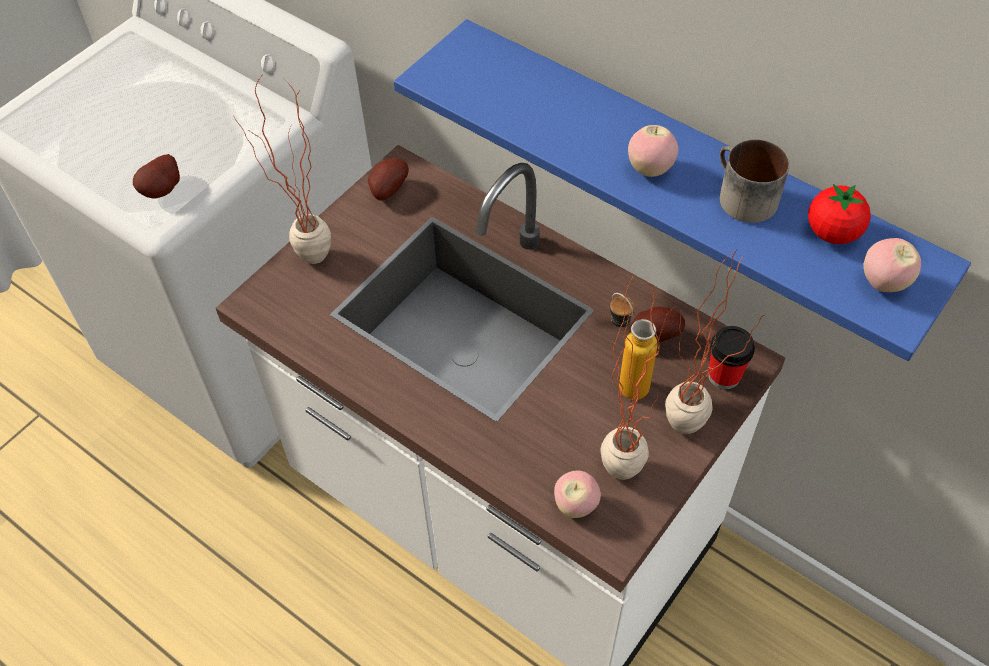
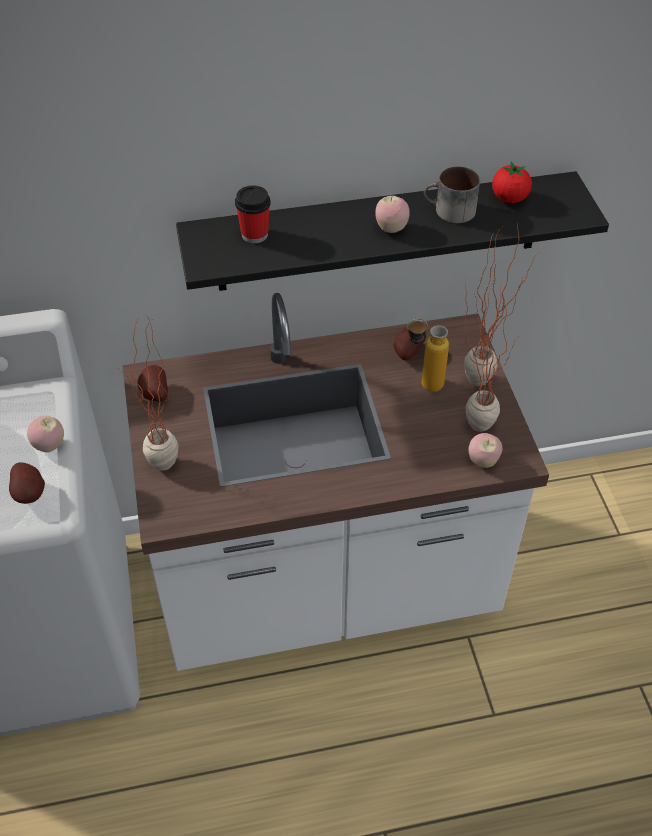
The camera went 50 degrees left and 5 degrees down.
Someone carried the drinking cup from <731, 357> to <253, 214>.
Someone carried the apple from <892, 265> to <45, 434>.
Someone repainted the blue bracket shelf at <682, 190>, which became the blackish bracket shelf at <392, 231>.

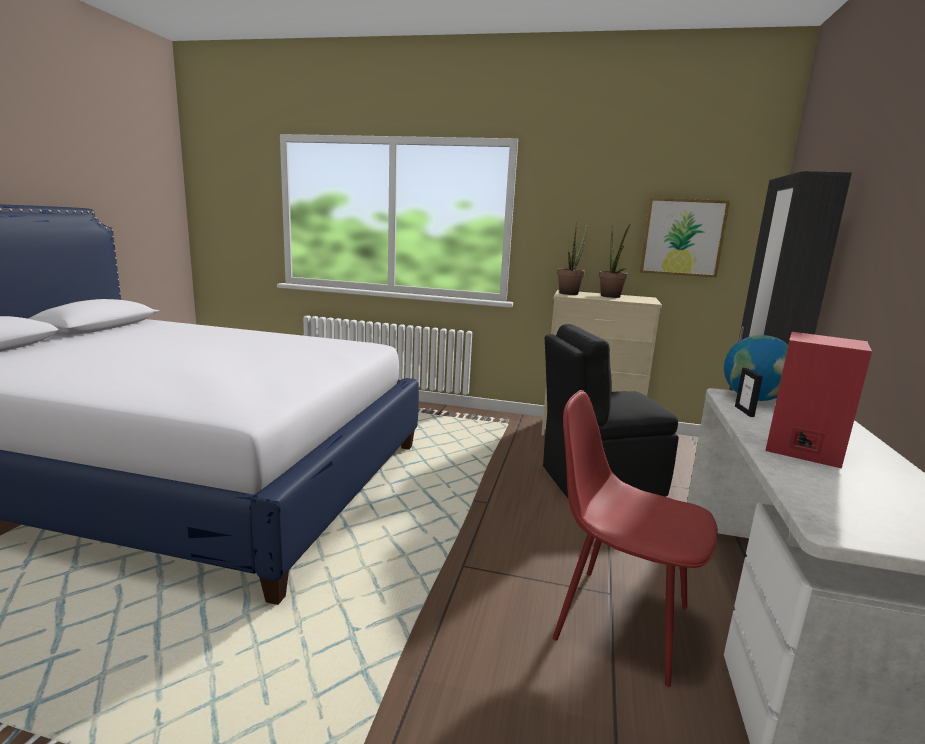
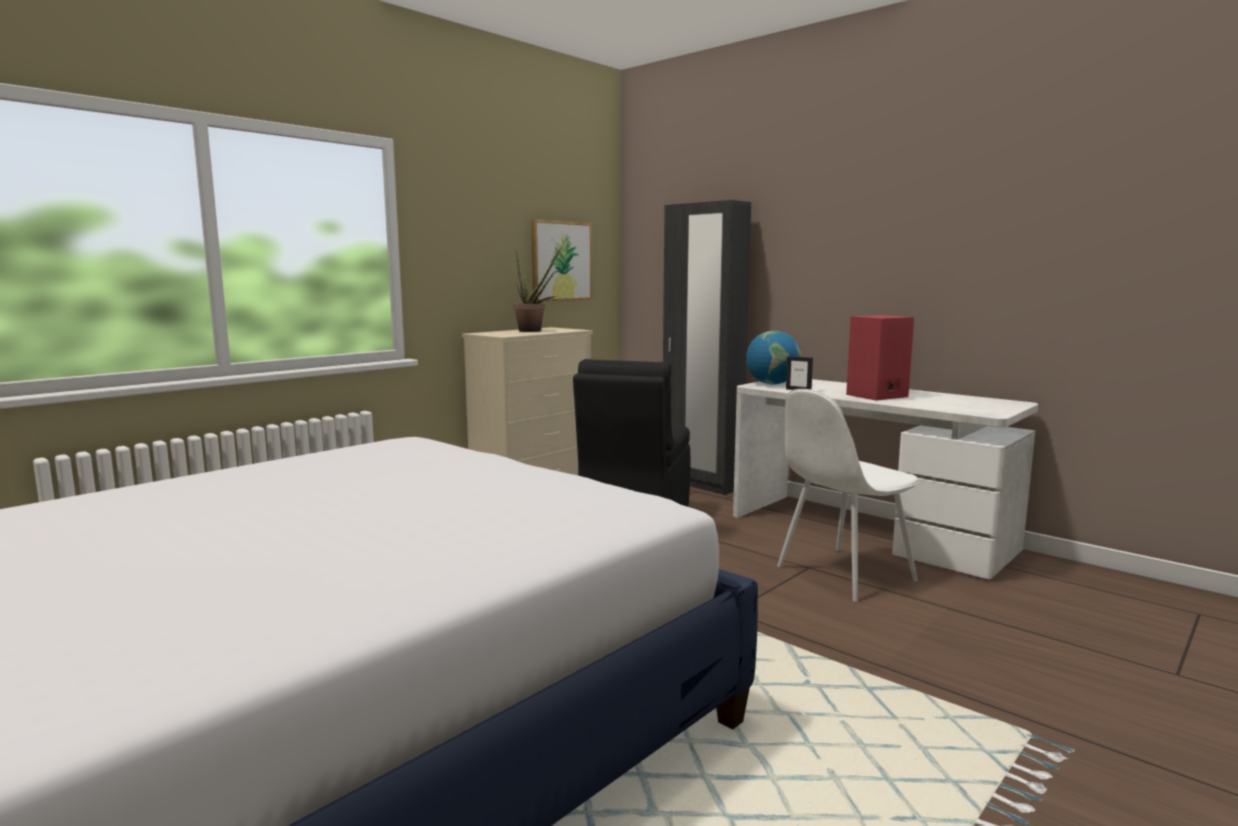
The camera went 60 degrees left and 5 degrees down.
Someone took away the potted plant at <572, 258>.
Someone repainted the red-coloured chair at <635, 538>, which became the whitish chair at <848, 495>.

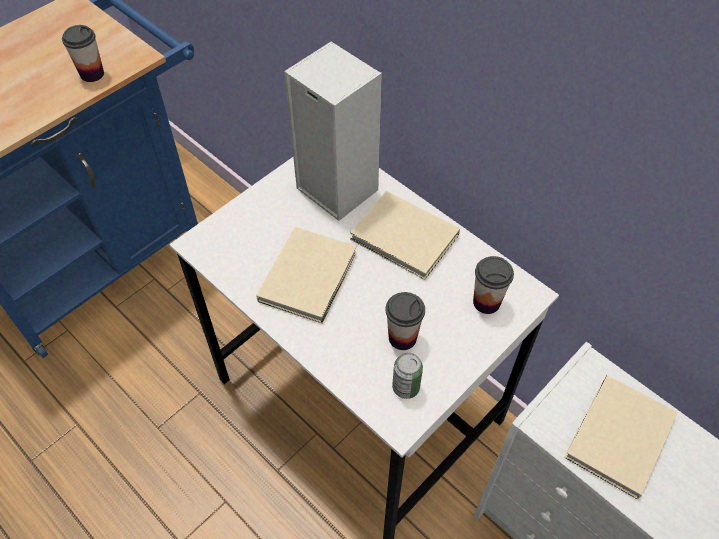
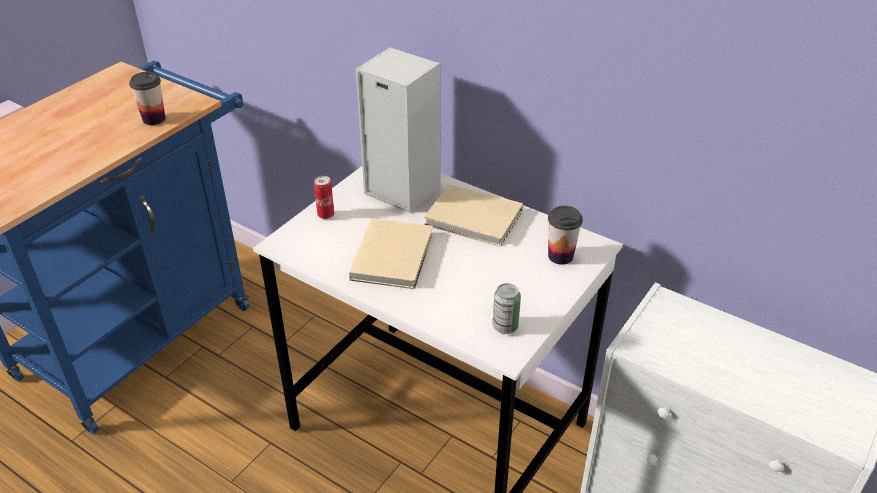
The camera went 10 degrees left and 15 degrees down.
Someone took away the drinking cup at <405, 321>.
Someone took away the sand-coloured bound book at <621, 437>.
Someone put down the sealed can at <324, 197>.

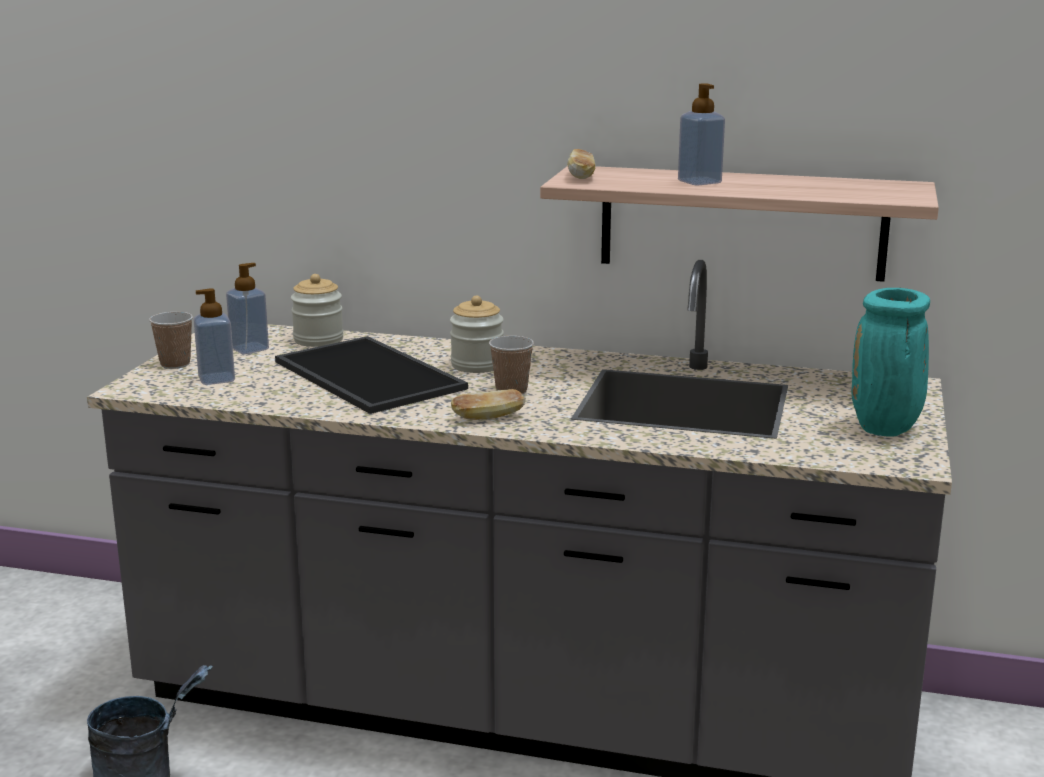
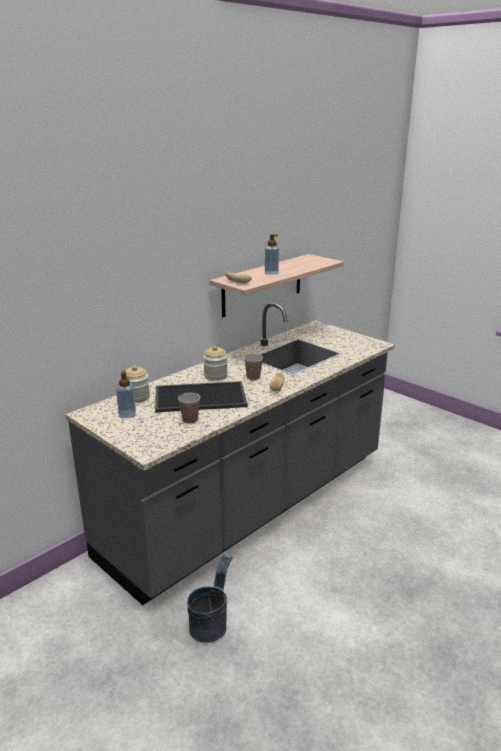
The camera went 60 degrees left and 5 degrees up.
Someone took away the soap dispenser at <214, 337>.
Someone took away the blue-green decorative vase at <891, 362>.
Someone carried the drinking cup from <171, 340> to <189, 408>.

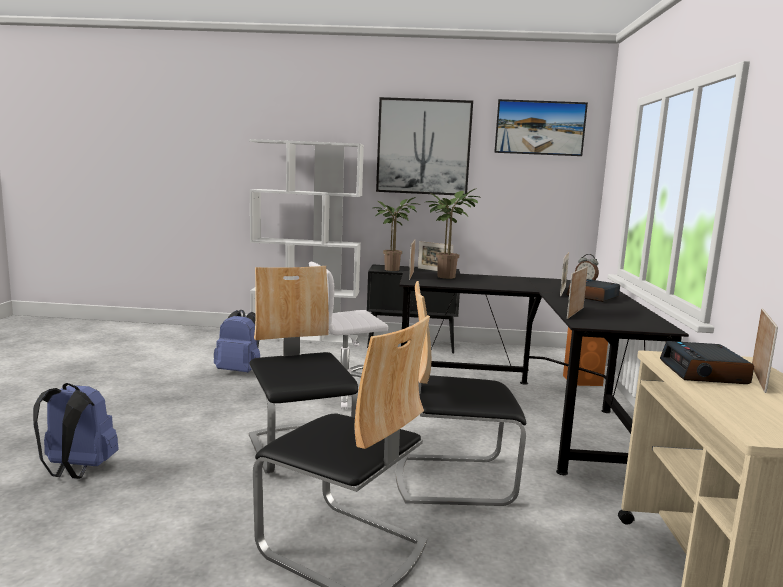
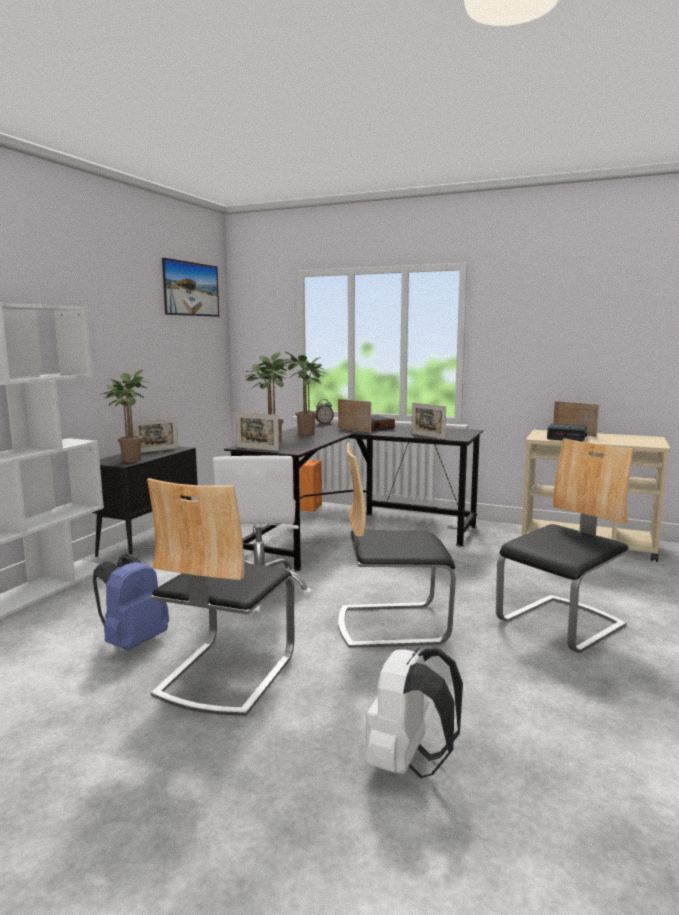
The camera went 70 degrees left and 0 degrees up.
Someone took away the wall art at <424, 146>.
Someone put down the potted plant at <304, 393>.
Someone carried the chair from <461, 393> to <220, 597>.
Someone repainted the blue backpack at <76, 431>, which became the whitish backpack at <413, 713>.

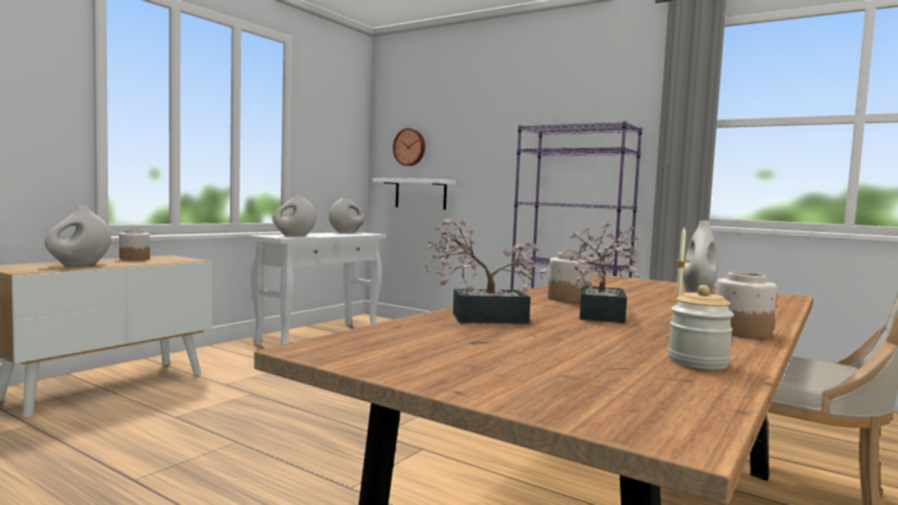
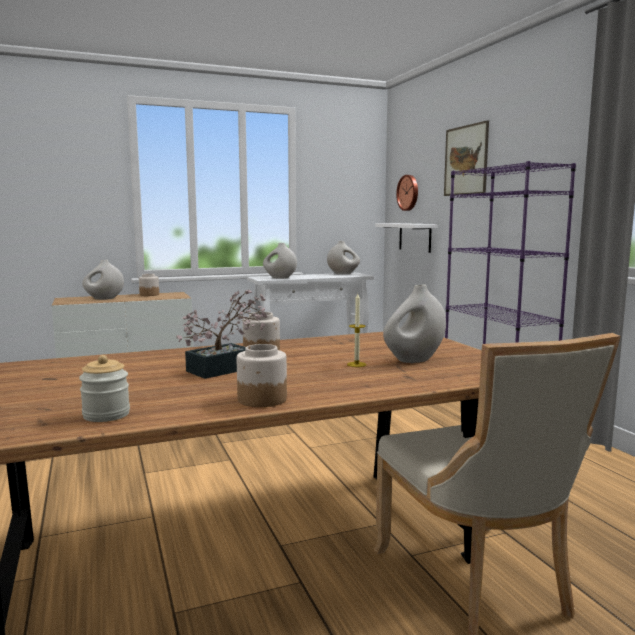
The camera went 35 degrees right and 5 degrees up.
Someone took away the potted plant at <486, 270>.
Someone put up the wall art at <466, 158>.

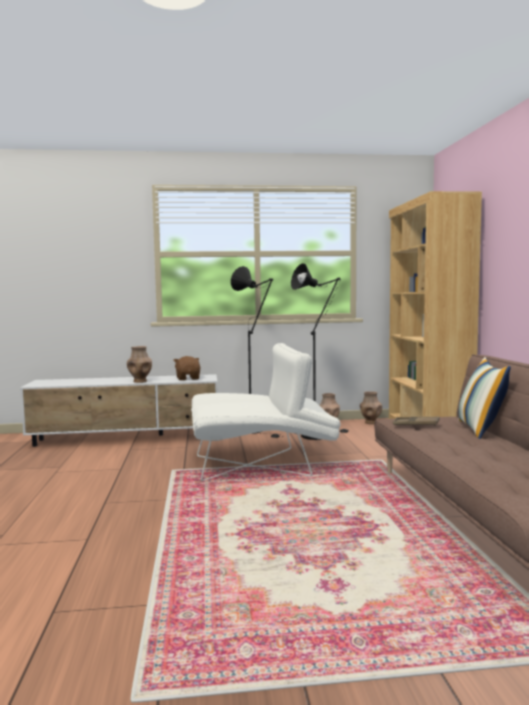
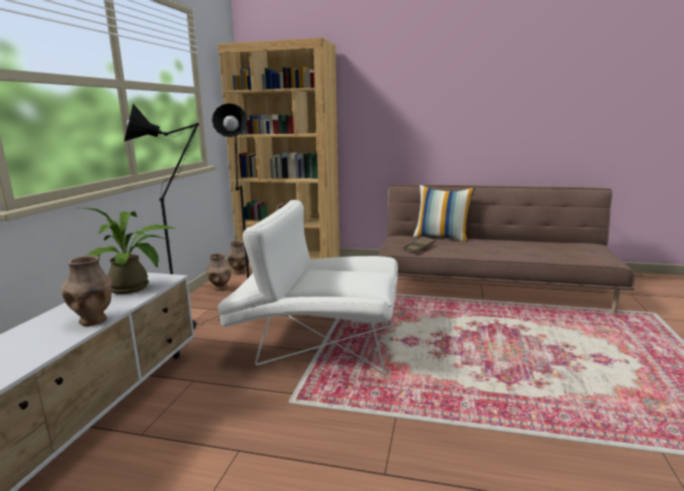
The camera went 70 degrees left and 10 degrees up.
Someone swapped the brownish plush toy at <187, 368> for the potted plant at <128, 251>.
Someone rotated the whitish easy chair at <265, 412> by 90 degrees counterclockwise.

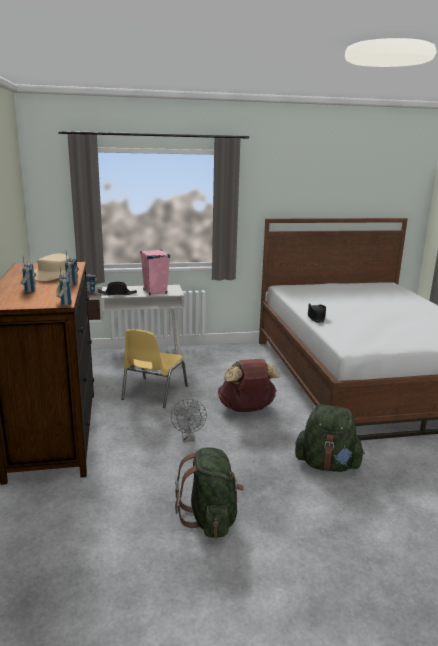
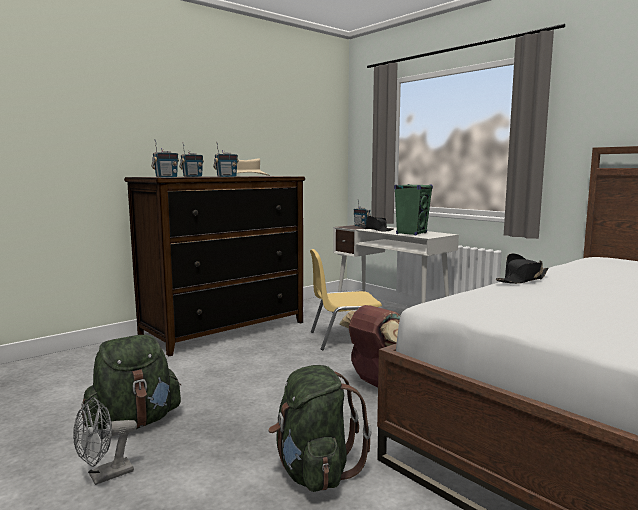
The camera went 60 degrees right and 10 degrees down.
Someone carried the grey electric fan from <189, 420> to <105, 441>.
Someone repainted the pink-coloured loudspeaker at <155, 272>, which became the greenish loudspeaker at <413, 209>.

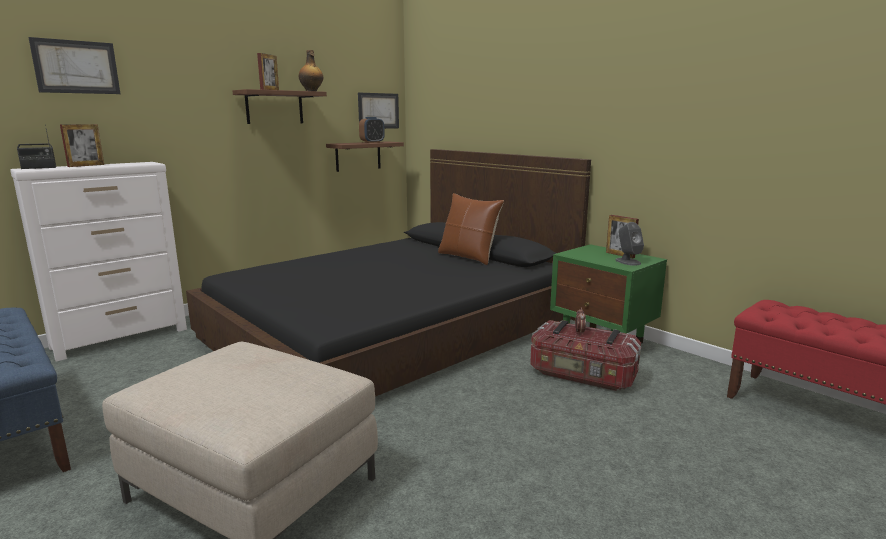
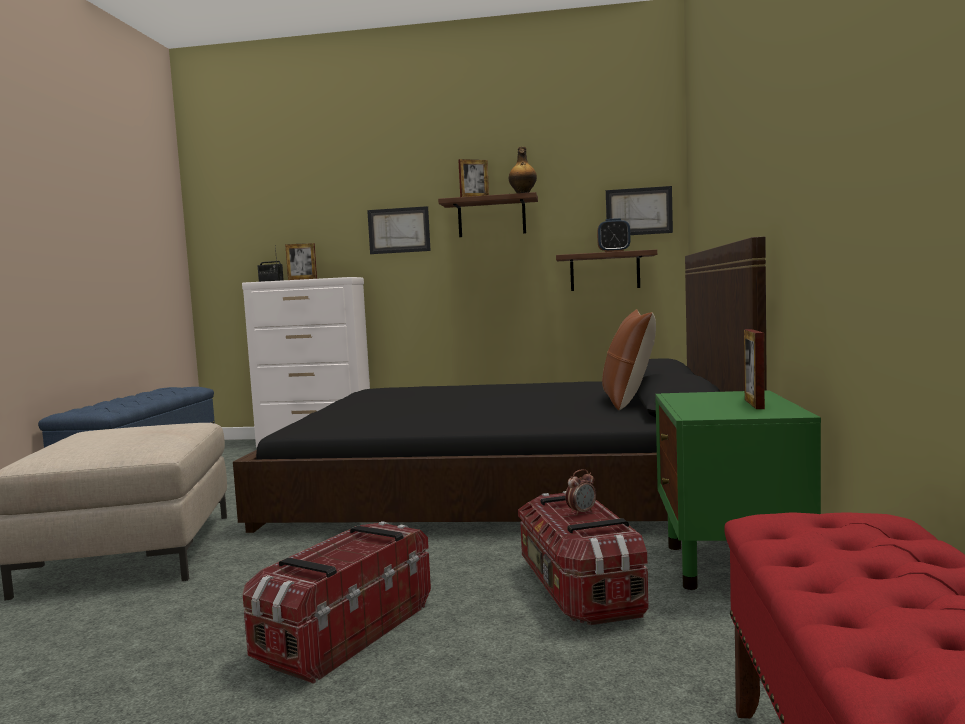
The camera went 50 degrees right and 10 degrees down.
Someone took away the grey loudspeaker at <630, 244>.
Someone put down the storage container at <337, 602>.
Someone carried the wall art from <74, 65> to <399, 230>.

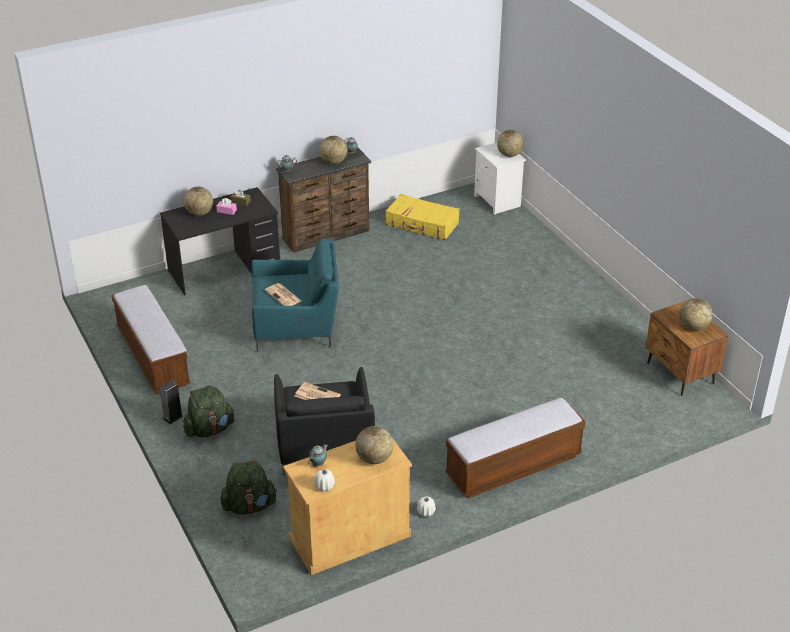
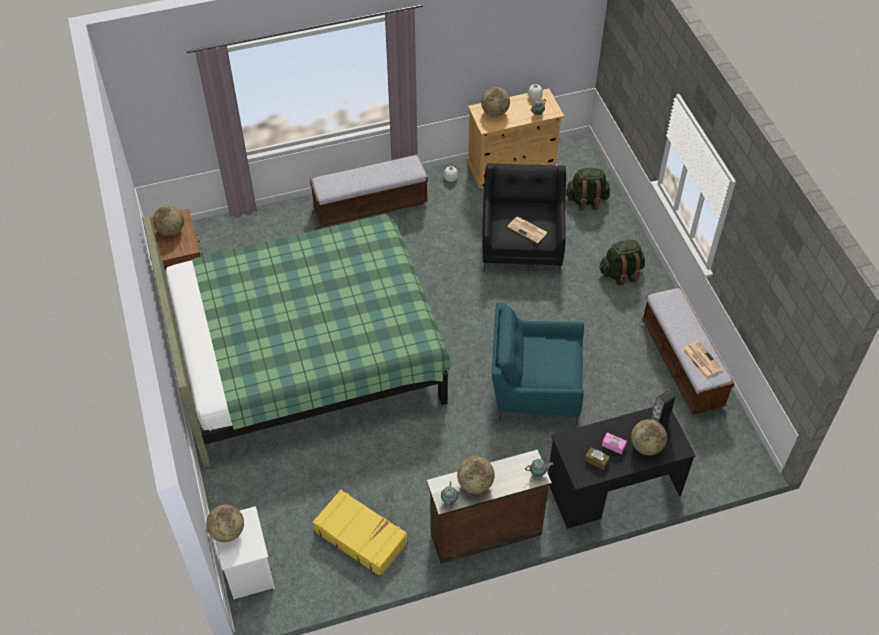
The camera went 170 degrees left and 15 degrees up.
Someone put down the greenish bedroom bed at <296, 341>.
Someone carried the loudspeaker from <171, 402> to <663, 407>.
Someone carried the daily paper from <283, 294> to <702, 359>.

